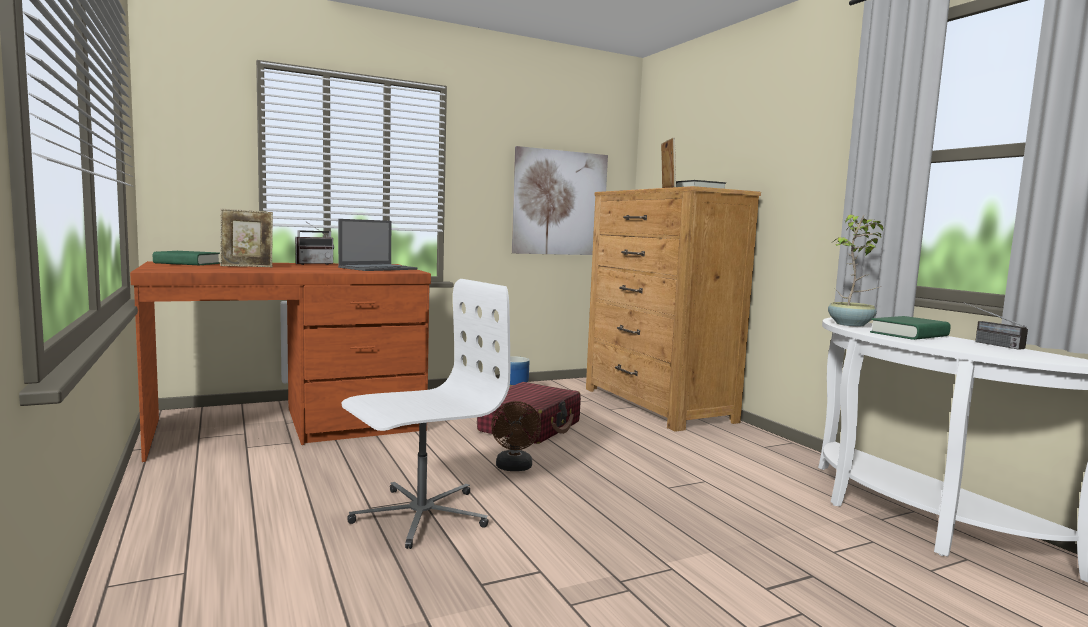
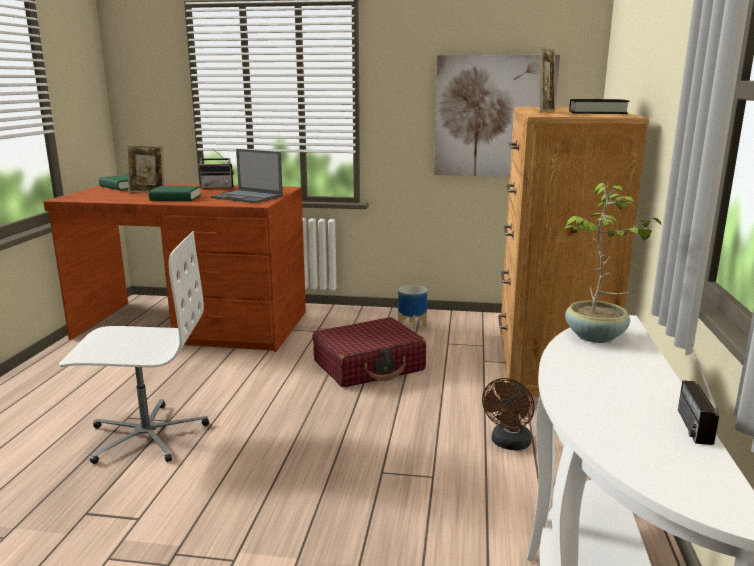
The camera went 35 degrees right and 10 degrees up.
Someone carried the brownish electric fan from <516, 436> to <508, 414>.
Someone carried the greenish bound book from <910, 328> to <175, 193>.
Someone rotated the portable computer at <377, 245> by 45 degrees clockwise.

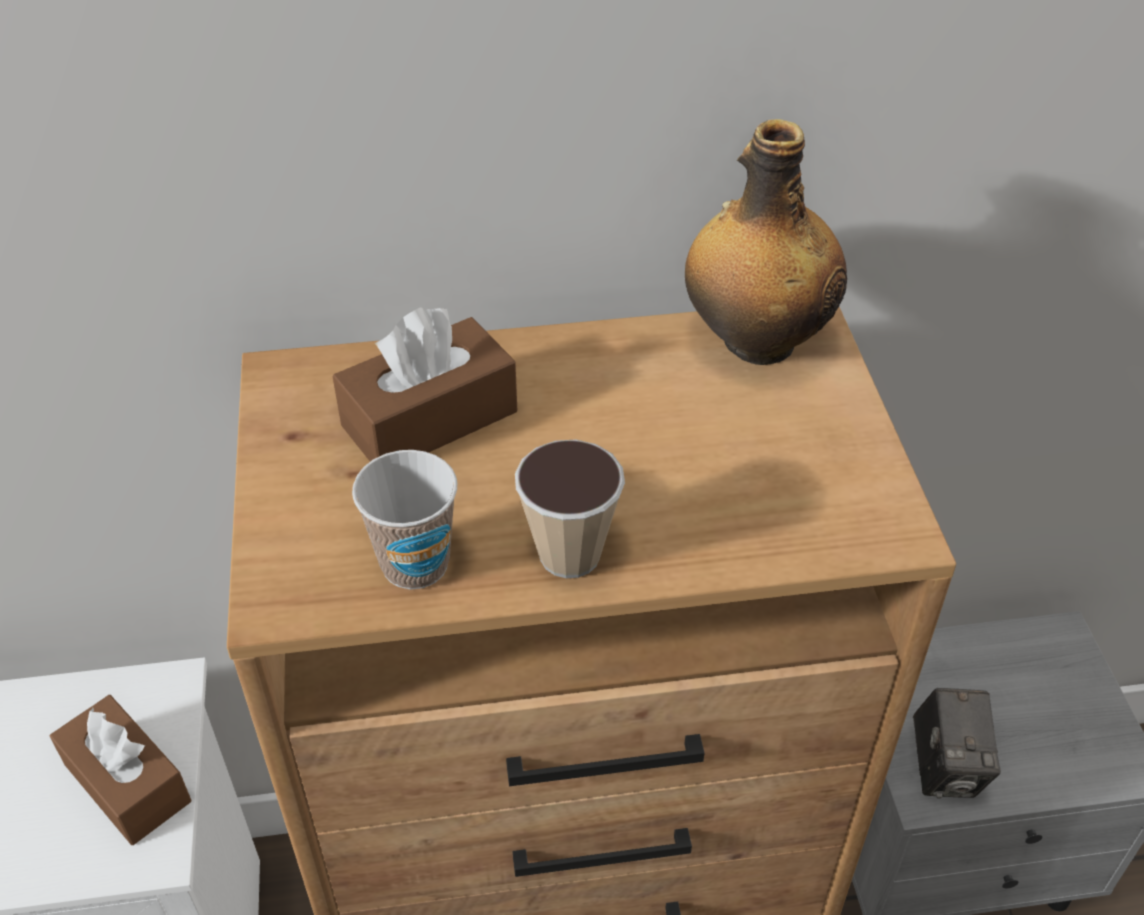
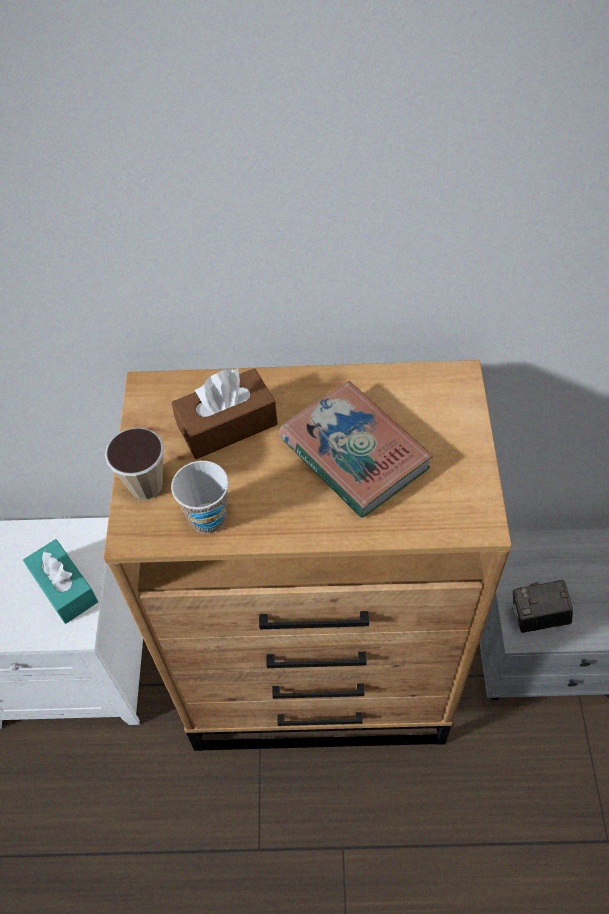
The camera went 10 degrees right and 10 degrees up.
Someone took away the beverage bottle at <766, 242>.
Someone put down the bound book at <356, 449>.
Someone carried the drinking cup from <570, 509> to <134, 463>.
Someone repainted the brownish tissue holder at <120, 770>, which became the blue-green tissue holder at <60, 581>.
Someone rotated the photo camera at <957, 743> by 75 degrees clockwise.

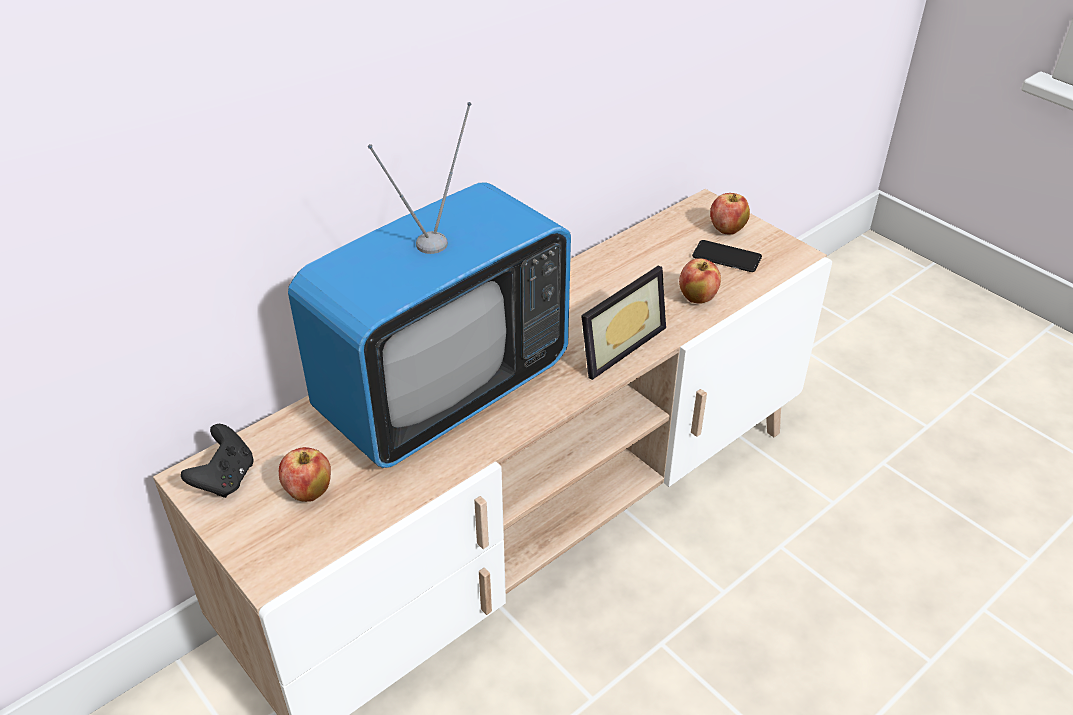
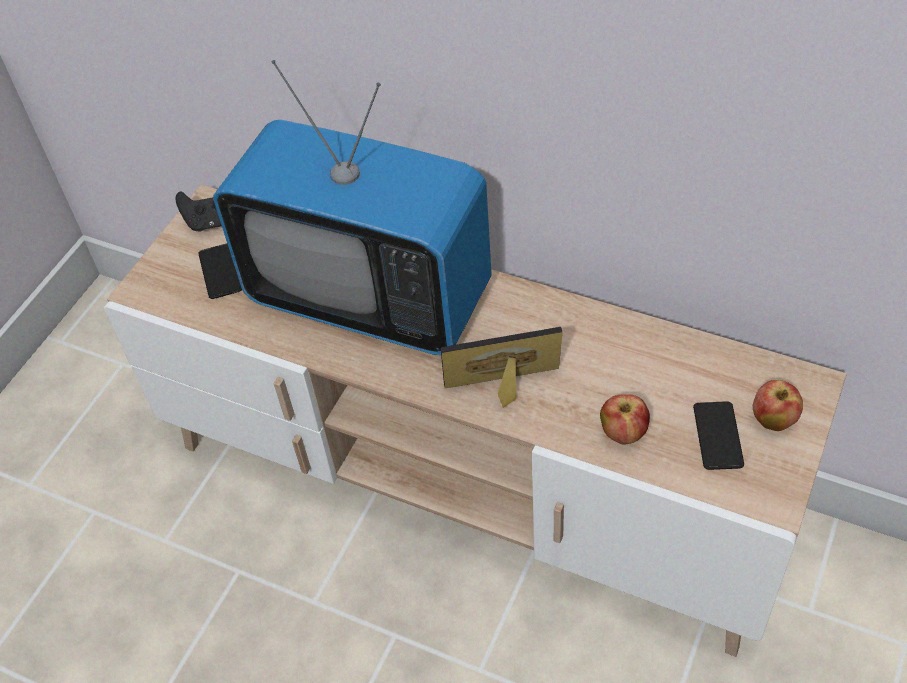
The camera went 70 degrees right and 10 degrees up.
Someone swapped the apple at <305, 474> for the phone at <220, 271>.
Someone rotated the photo frame at <623, 323> by 150 degrees clockwise.

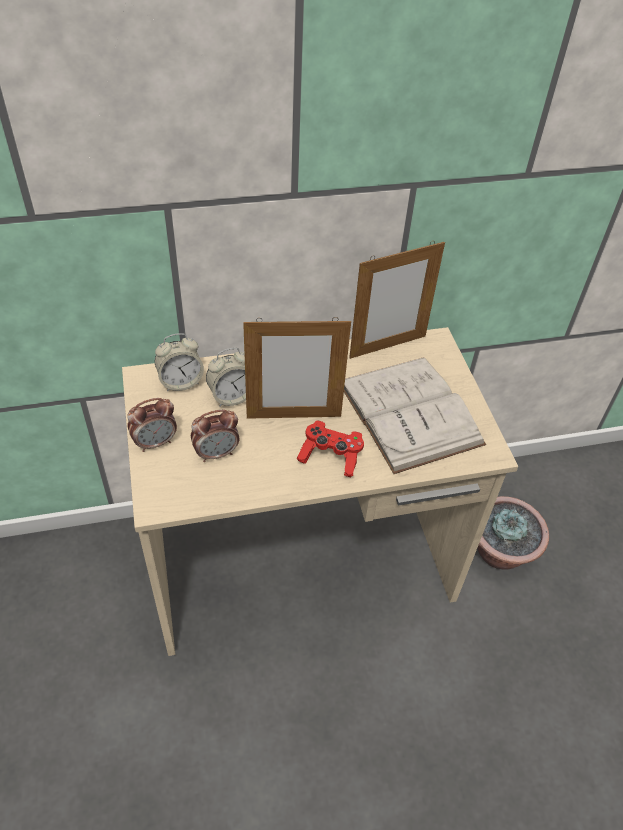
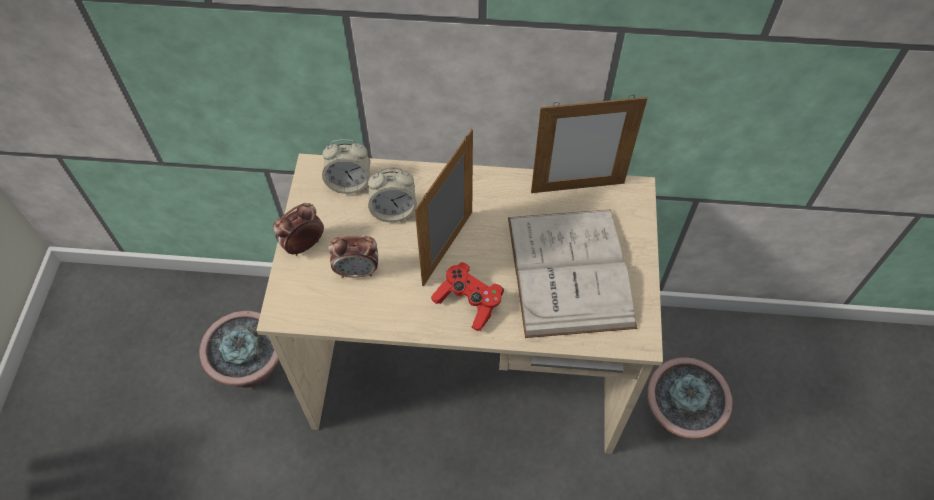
The camera went 20 degrees right and 10 degrees up.
Someone put down the potted plant at <239, 349>.
Someone rotated the bedside clock at <152, 425> by 150 degrees clockwise.
Someone rotated the photo frame at <297, 368> by 105 degrees clockwise.

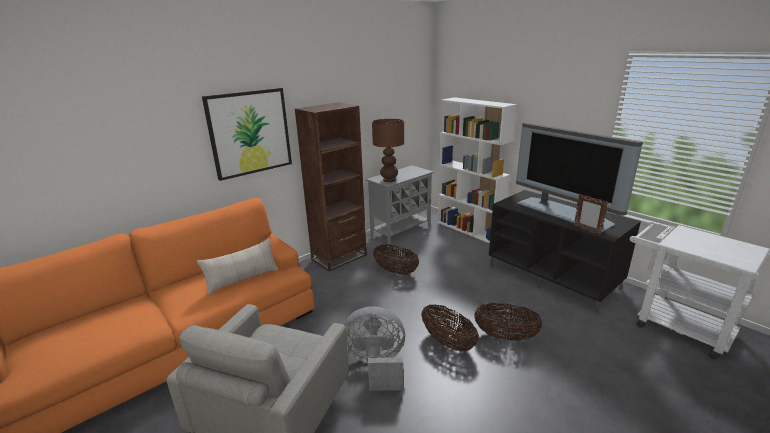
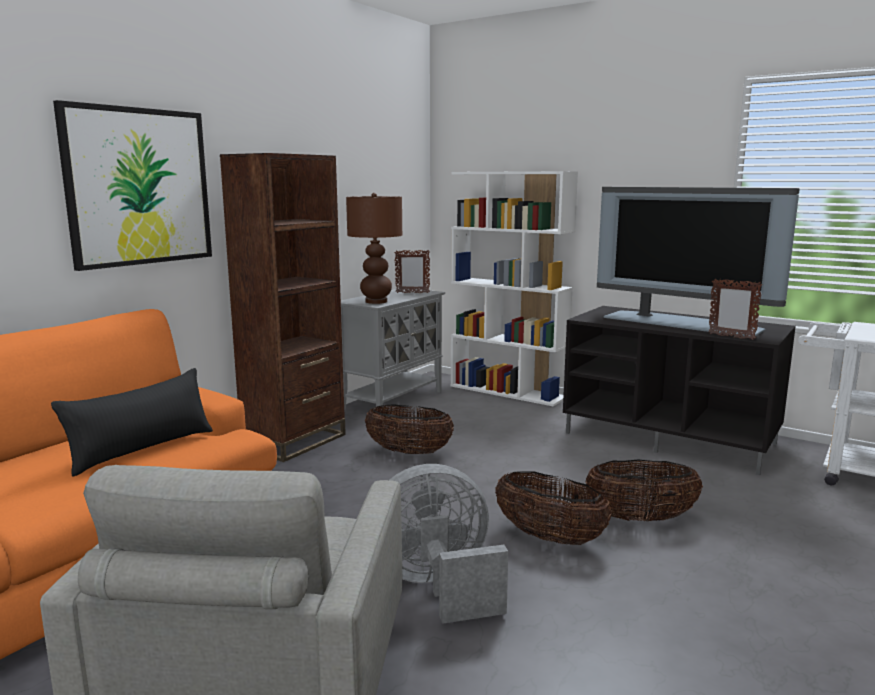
The camera went 15 degrees left and 10 degrees down.
Someone put down the photo frame at <412, 271>.
Someone repainted the sand-coloured cushion at <237, 266>, which became the blackish cushion at <132, 422>.

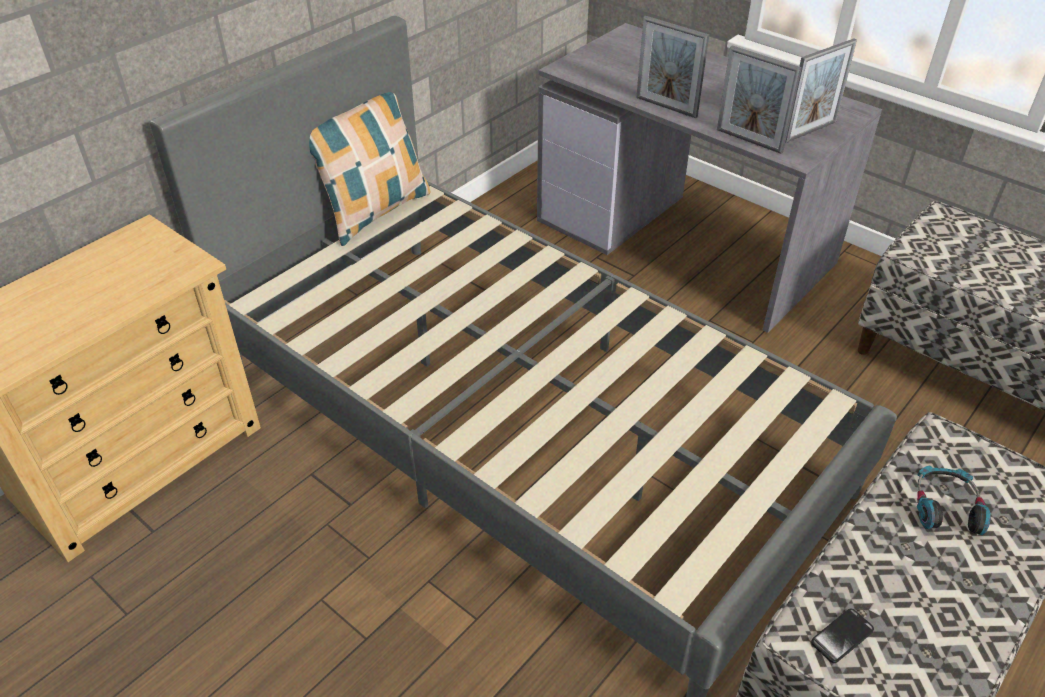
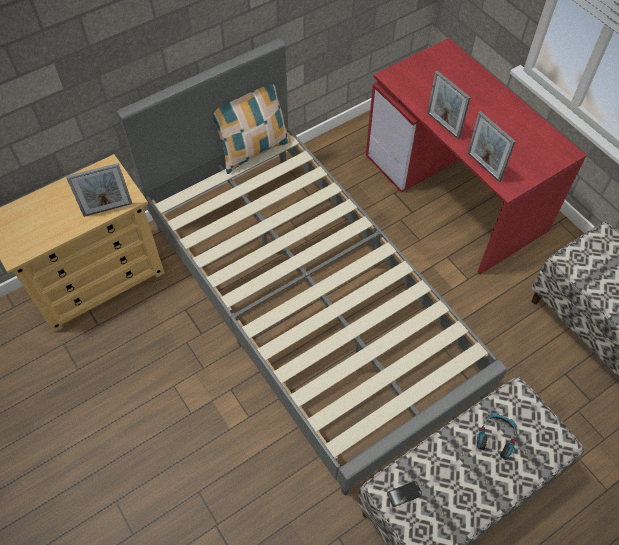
The camera went 15 degrees right and 15 degrees up.
Someone carried the photo frame from <821, 90> to <99, 190>.
Someone repainted the grey desk unit at <709, 178>, which became the red-coloured desk unit at <476, 156>.

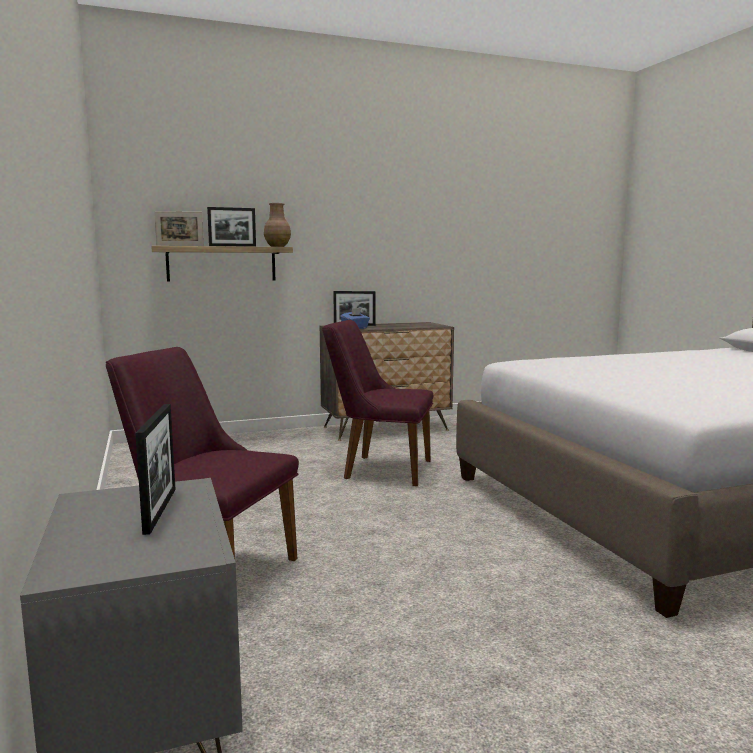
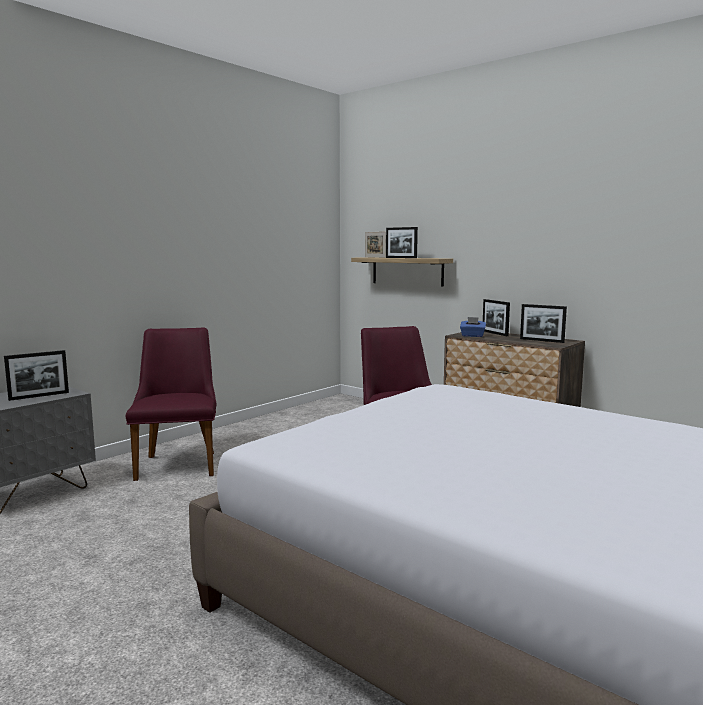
The camera went 60 degrees right and 0 degrees up.
Someone took away the brownish decorative vase at <277, 225>.
Someone put down the photo frame at <543, 323>.

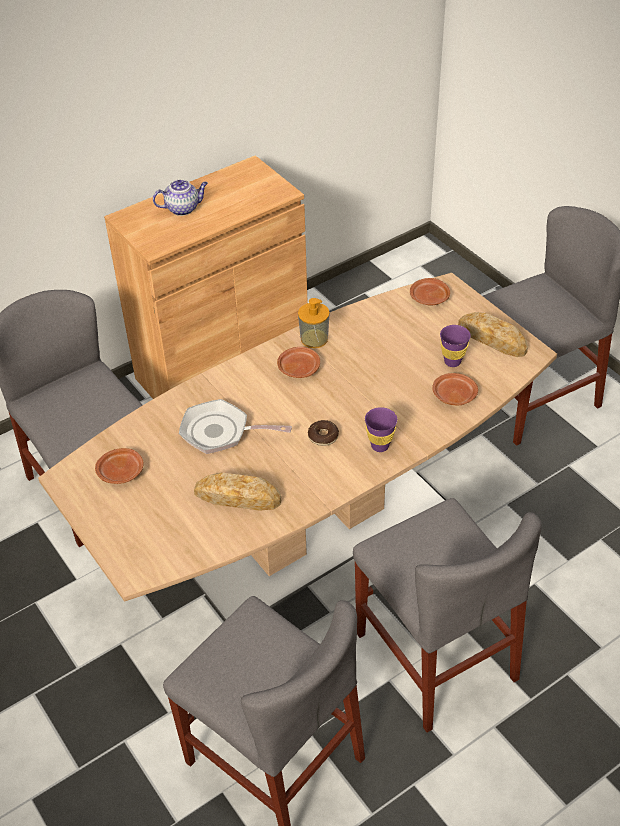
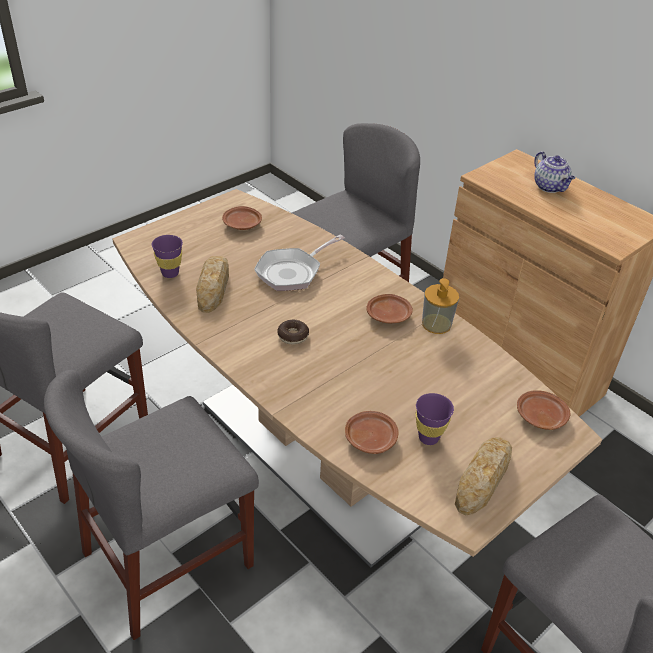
The camera went 80 degrees right and 5 degrees down.
Someone carried the purple-coloured drinking cup from <381, 429> to <167, 256>.
Someone rotated the skillet at <235, 426> by 135 degrees counterclockwise.

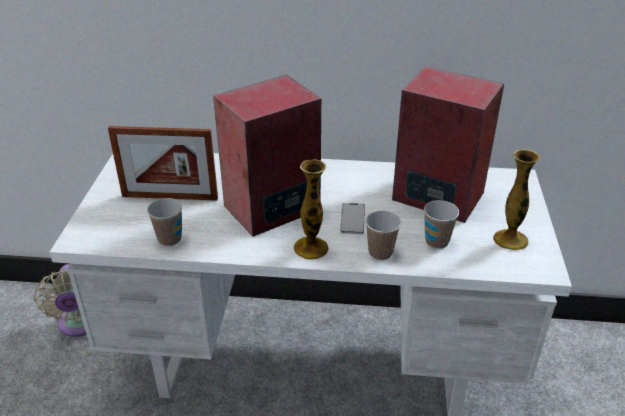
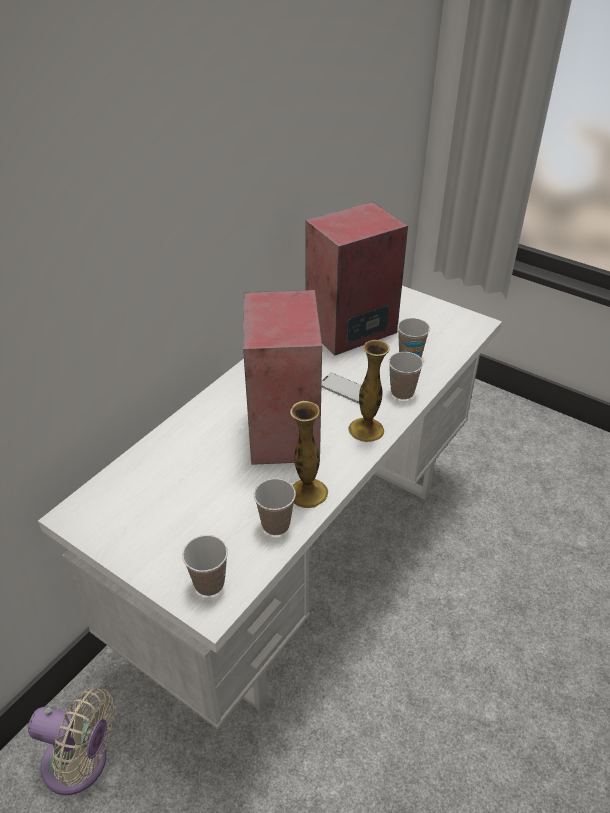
The camera went 60 degrees left and 5 degrees up.
Someone took away the photo frame at <163, 163>.
Someone put down the drinking cup at <205, 565>.
Someone carried the decorative vase from <516, 199> to <309, 454>.

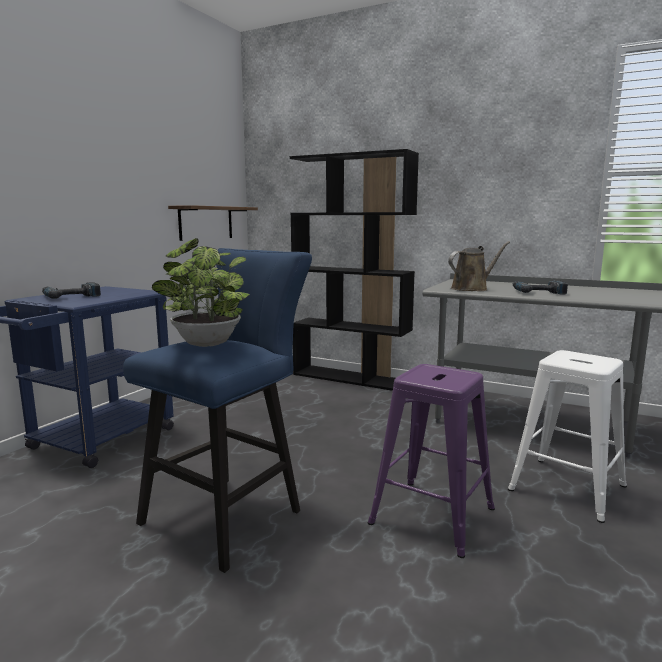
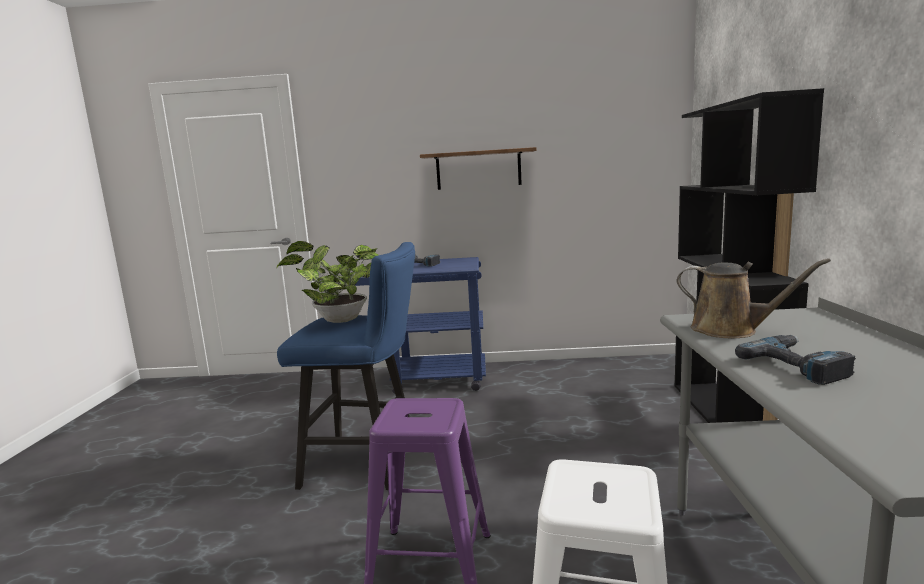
The camera went 65 degrees right and 0 degrees up.
Someone carried the bracket shelf from <213, 223> to <478, 168>.

